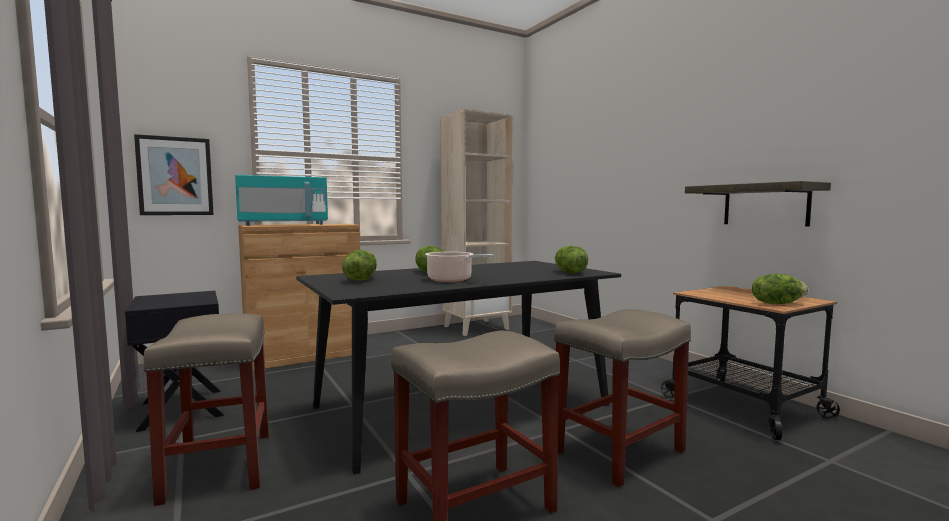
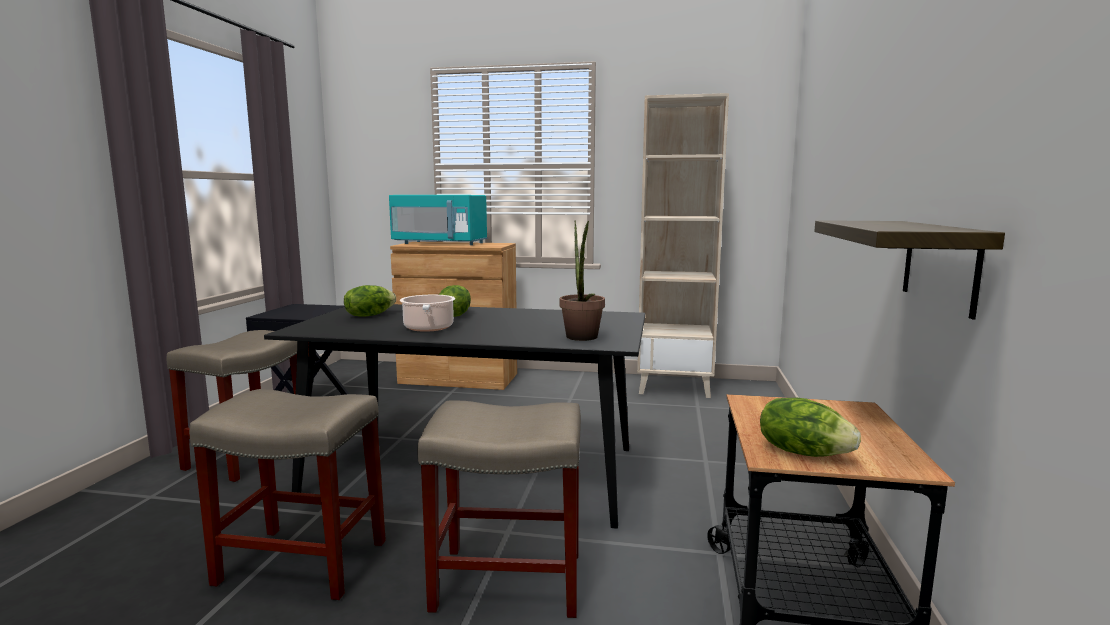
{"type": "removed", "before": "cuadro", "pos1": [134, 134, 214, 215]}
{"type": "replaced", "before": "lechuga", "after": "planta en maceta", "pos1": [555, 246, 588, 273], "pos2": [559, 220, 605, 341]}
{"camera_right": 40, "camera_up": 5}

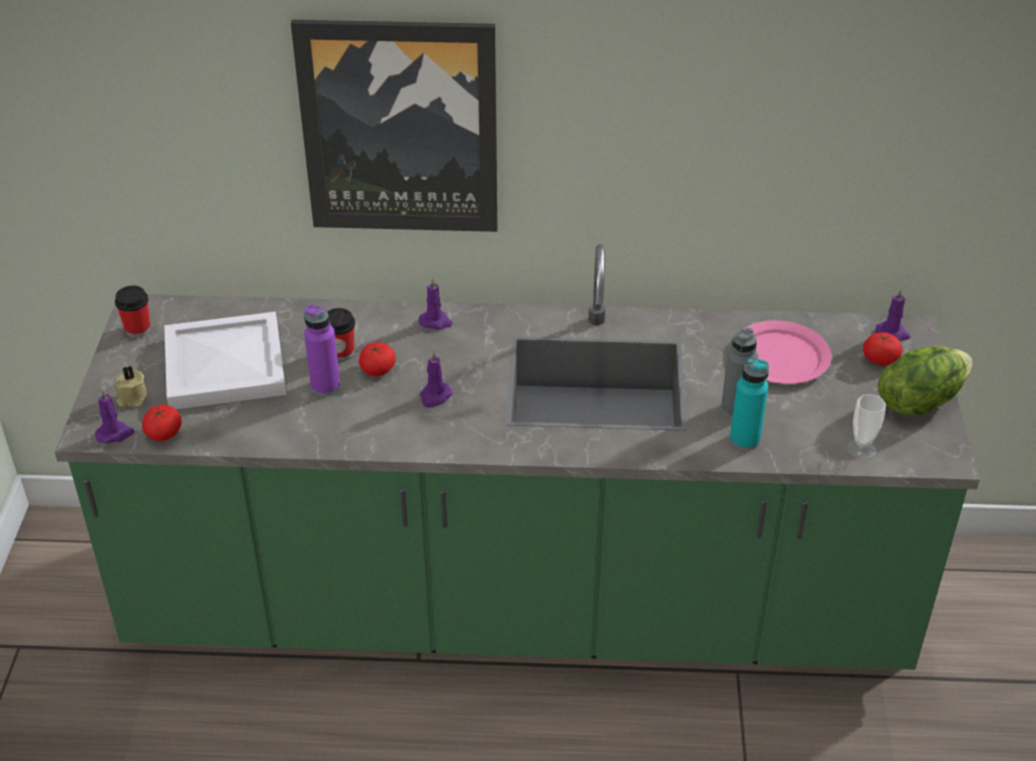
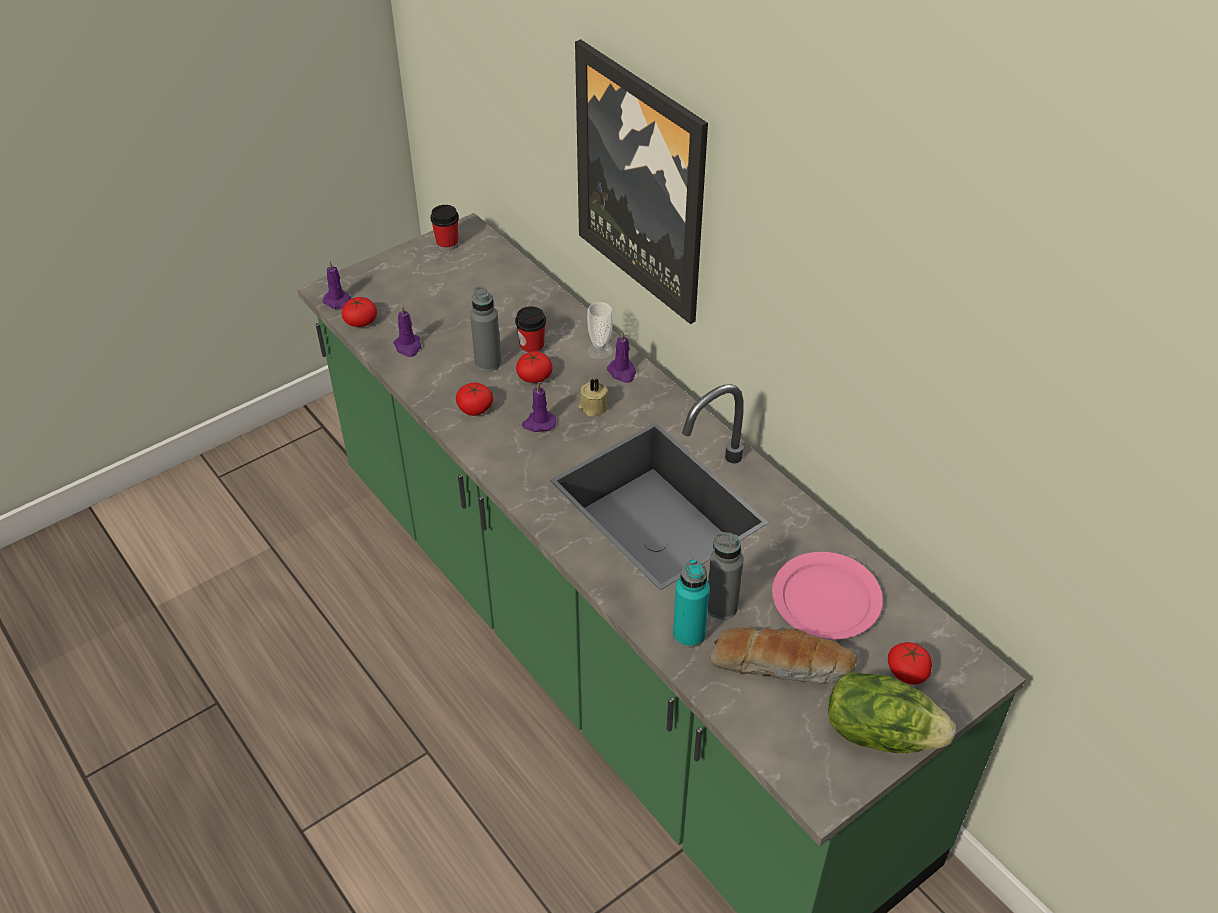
{"type": "removed", "before": "bandeja (blanco)", "pos1": [164, 312, 286, 409]}
{"type": "added", "after": "tomate", "pos2": [456, 382, 494, 416]}
{"type": "added", "after": "pan", "pos2": [710, 628, 857, 684]}
{"type": "moved", "before": "vela (beis)", "pos1": [115, 366, 148, 407], "pos2": [578, 378, 609, 417]}
{"type": "moved", "before": "taza", "pos1": [847, 394, 886, 459], "pos2": [587, 302, 613, 360]}
{"type": "moved", "before": "vela (morado)", "pos1": [875, 289, 910, 341], "pos2": [393, 306, 421, 357]}
{"type": "recoloured", "before": "botella (morado)", "after": "botella (gris)", "pos1": [304, 305, 340, 396], "pos2": [470, 286, 502, 372]}
{"camera_right": 50, "camera_up": 5}

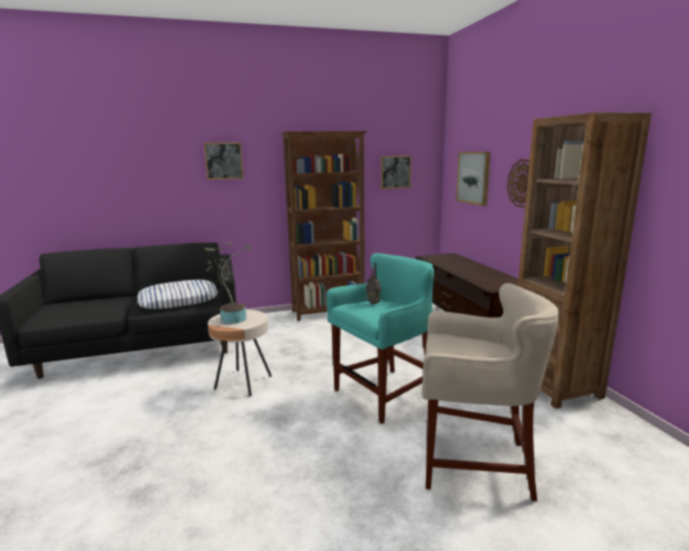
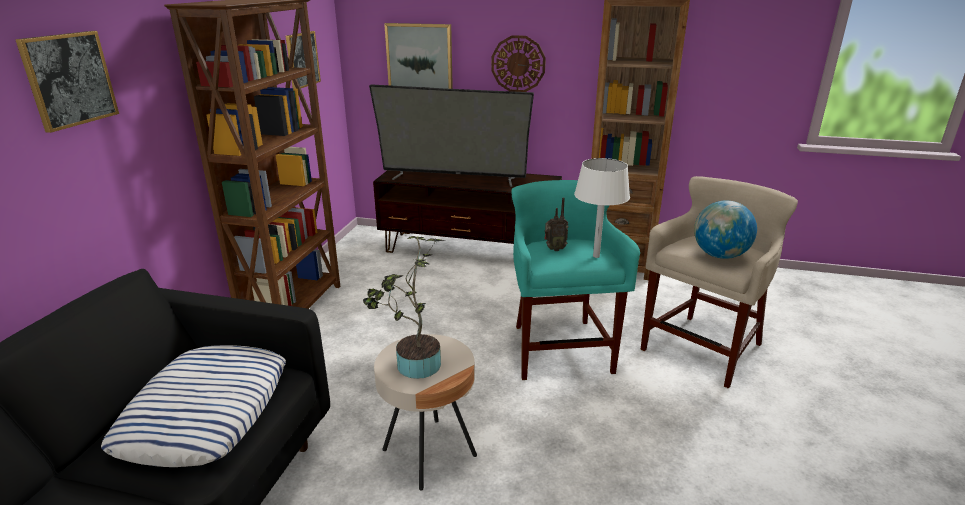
{"type": "added", "after": "televisor", "pos2": [369, 84, 534, 187]}
{"type": "added", "after": "lámpara de mesa (blanco)", "pos2": [574, 158, 630, 258]}
{"type": "added", "after": "globo terráqueo", "pos2": [694, 200, 757, 259]}
{"camera_right": -60, "camera_up": 10}

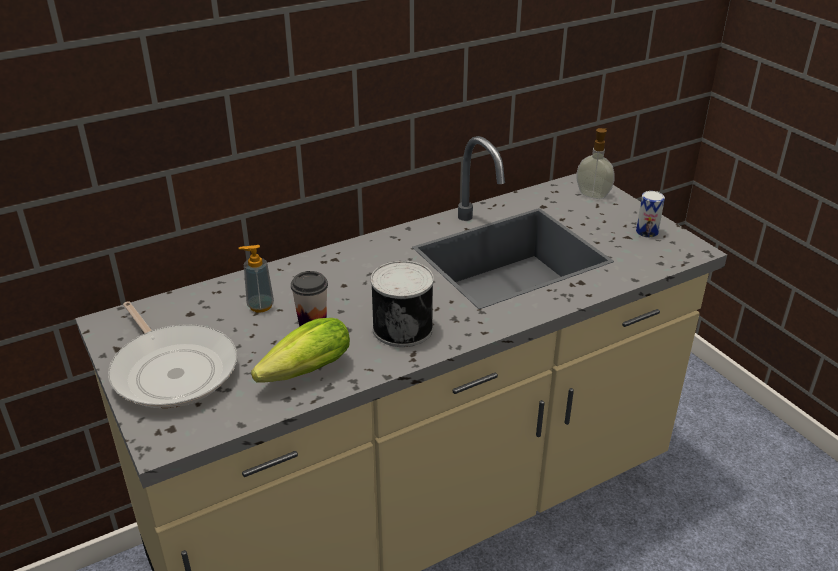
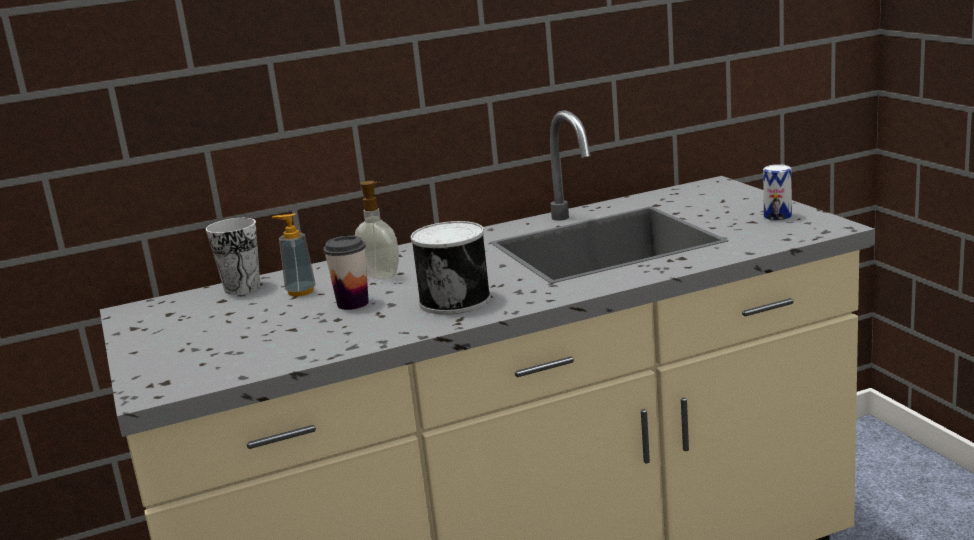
{"type": "removed", "before": "sartén", "pos1": [108, 301, 237, 408]}
{"type": "removed", "before": "lechuga", "pos1": [251, 318, 350, 383]}
{"type": "added", "after": "taza", "pos2": [206, 218, 260, 295]}
{"type": "moved", "before": "dispensador de jabón", "pos1": [576, 128, 615, 199], "pos2": [355, 181, 399, 280]}
{"camera_right": 10, "camera_up": -15}

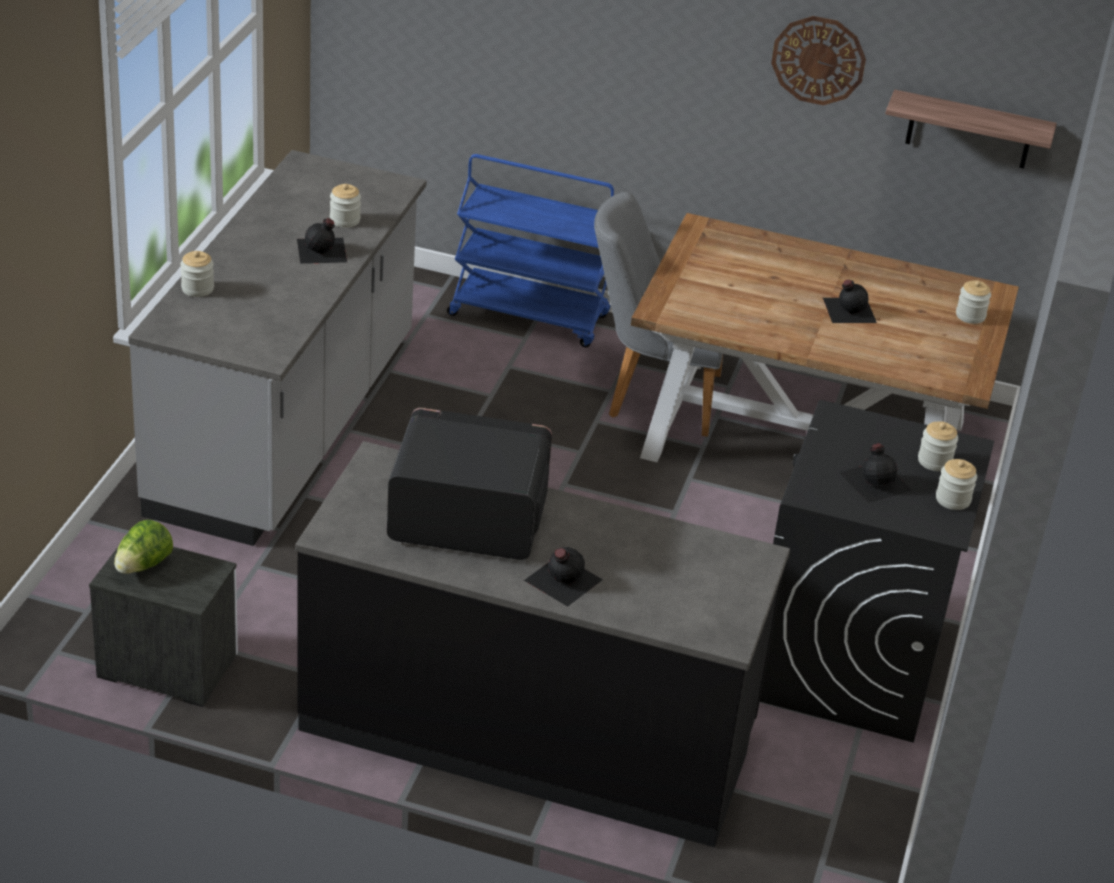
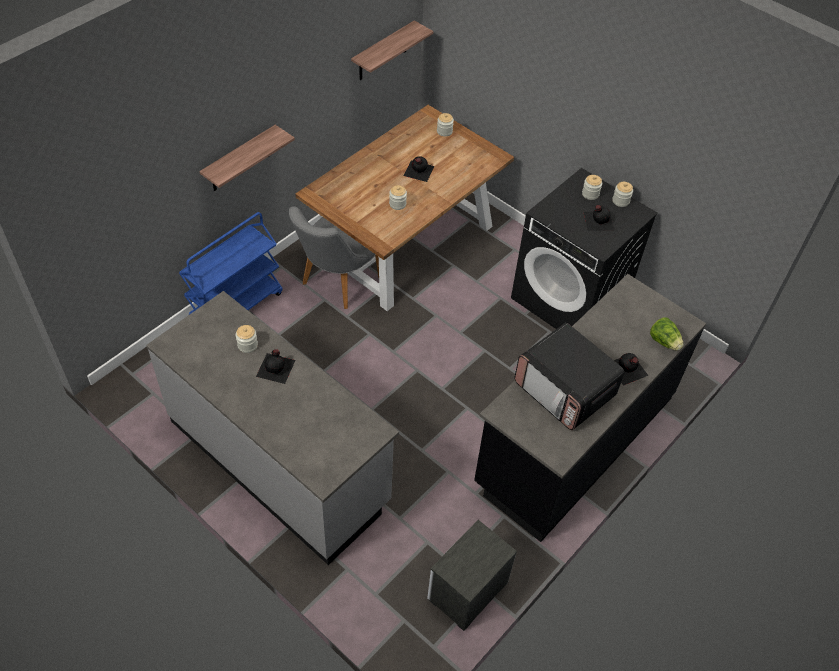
{"type": "removed", "before": "reloj de pared", "pos1": [771, 16, 866, 105]}
{"type": "added", "after": "estante", "pos2": [199, 125, 295, 191]}
{"type": "moved", "before": "lechuga", "pos1": [114, 520, 173, 574], "pos2": [650, 318, 684, 351]}
{"type": "moved", "before": "tarro", "pos1": [180, 251, 214, 297], "pos2": [389, 185, 407, 210]}
{"type": "turned", "before": "microondas", "pos1": [387, 408, 552, 560], "pos2": [514, 323, 625, 430], "turn": -75}
{"camera_right": -65, "camera_up": 15}

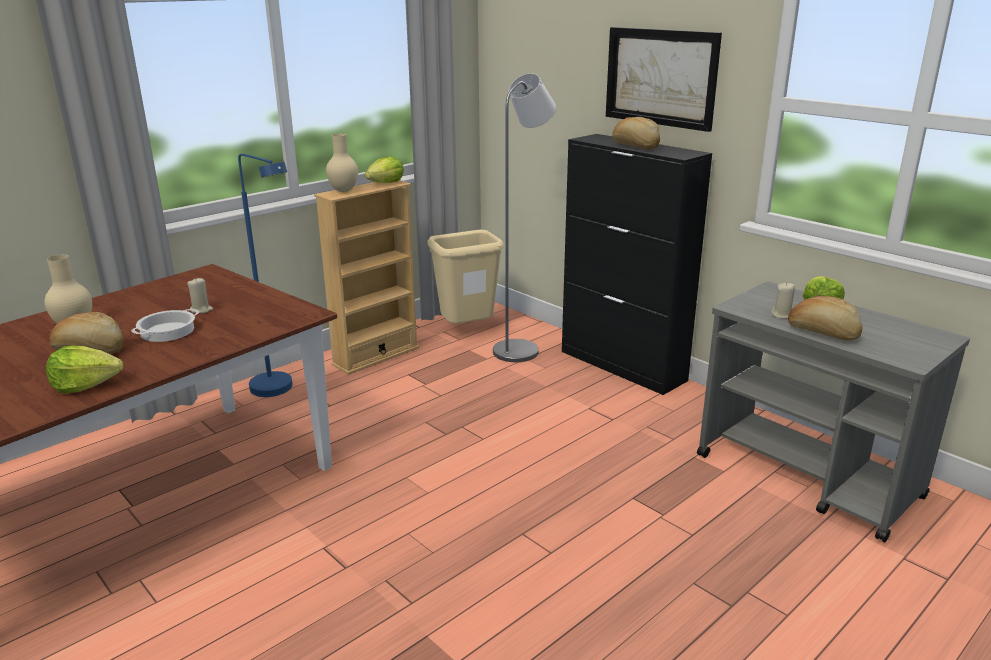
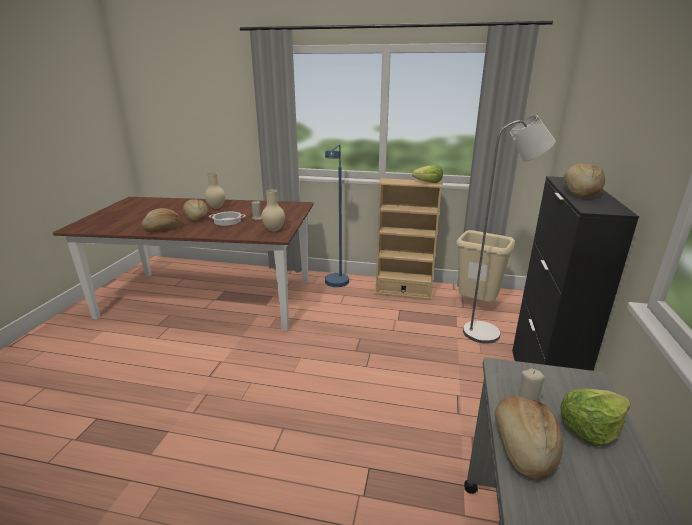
{"type": "removed", "before": "cuadro", "pos1": [606, 27, 722, 132]}
{"type": "moved", "before": "florero (beis)", "pos1": [326, 134, 358, 192], "pos2": [261, 189, 285, 231]}
{"type": "replaced", "before": "lechuga", "after": "pan", "pos1": [46, 346, 123, 393], "pos2": [142, 208, 181, 232]}
{"camera_right": 55, "camera_up": 0}

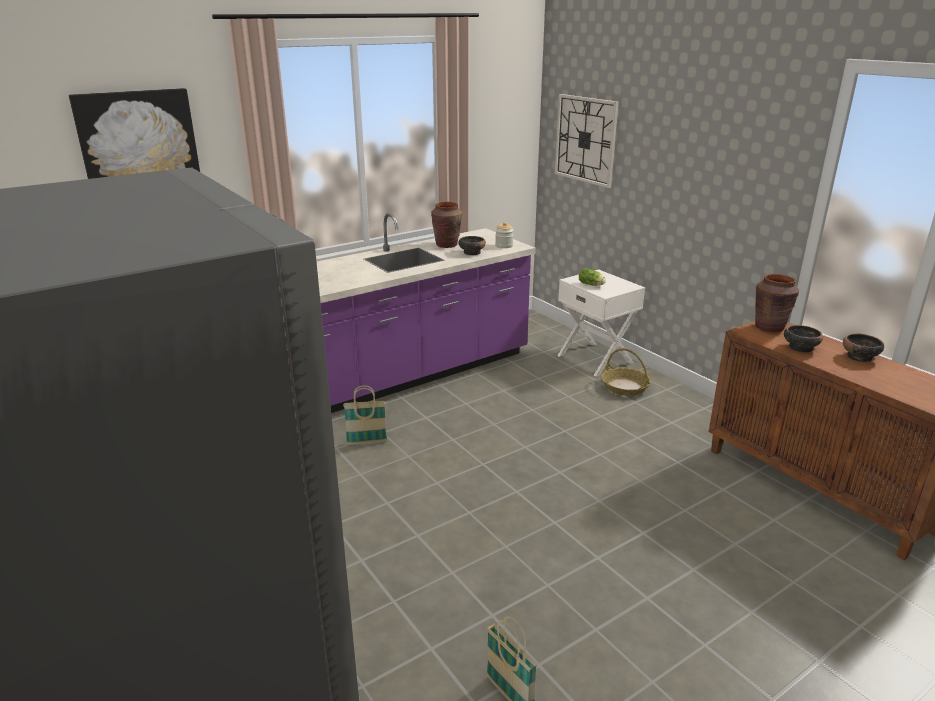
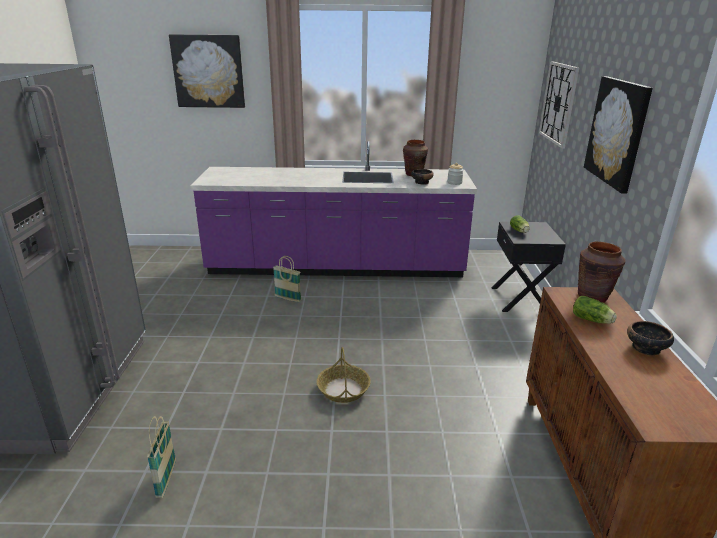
{"type": "added", "after": "cuadro", "pos2": [584, 76, 653, 194]}
{"type": "moved", "before": "cesta", "pos1": [601, 348, 651, 396], "pos2": [317, 347, 371, 403]}
{"type": "replaced", "before": "cuenco", "after": "lechuga", "pos1": [784, 325, 823, 353], "pos2": [573, 296, 617, 324]}
{"type": "recoloured", "before": "mesita de noche (blanco)", "after": "mesita de noche (negro)", "pos1": [558, 269, 645, 377], "pos2": [492, 222, 566, 312]}
{"camera_right": 35, "camera_up": 0}

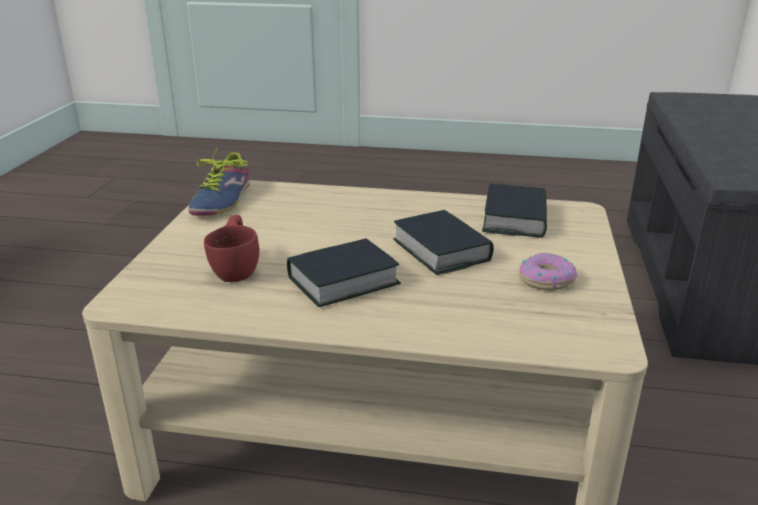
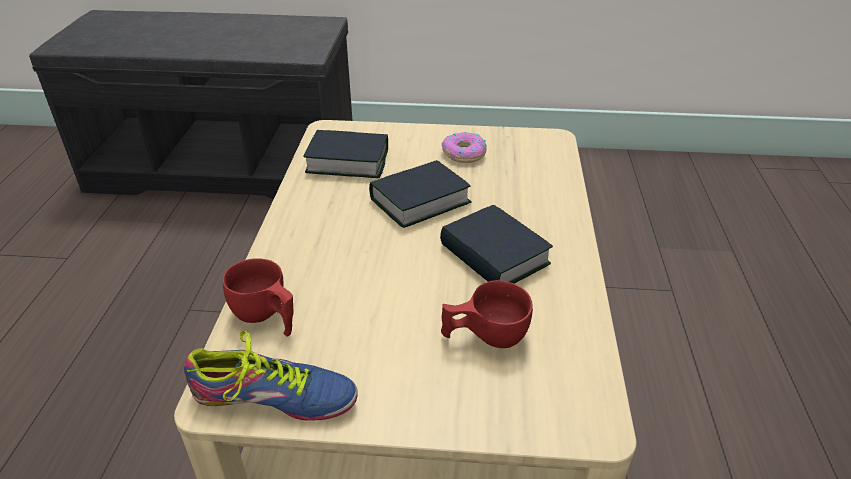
{"type": "added", "after": "taza (rojo)", "pos2": [223, 258, 294, 336]}
{"camera_right": -95, "camera_up": 10}

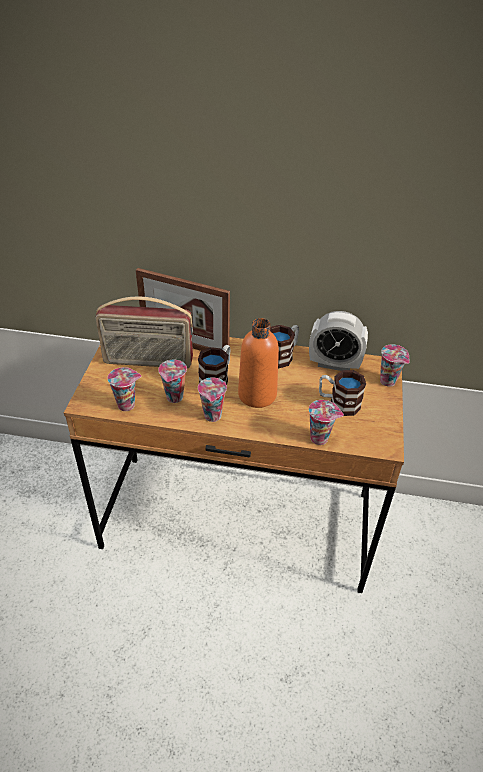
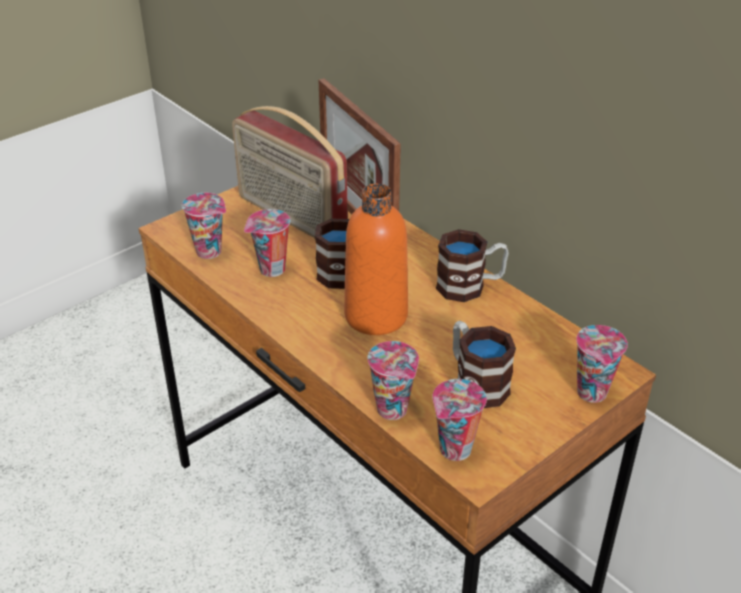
{"type": "removed", "before": "despertador", "pos1": [309, 311, 368, 371]}
{"type": "moved", "before": "taza", "pos1": [198, 377, 227, 422], "pos2": [432, 379, 487, 461]}
{"camera_right": 40, "camera_up": -5}

